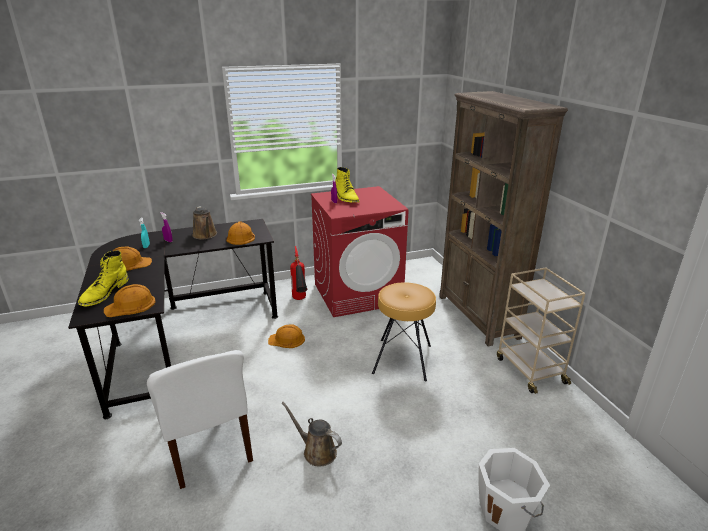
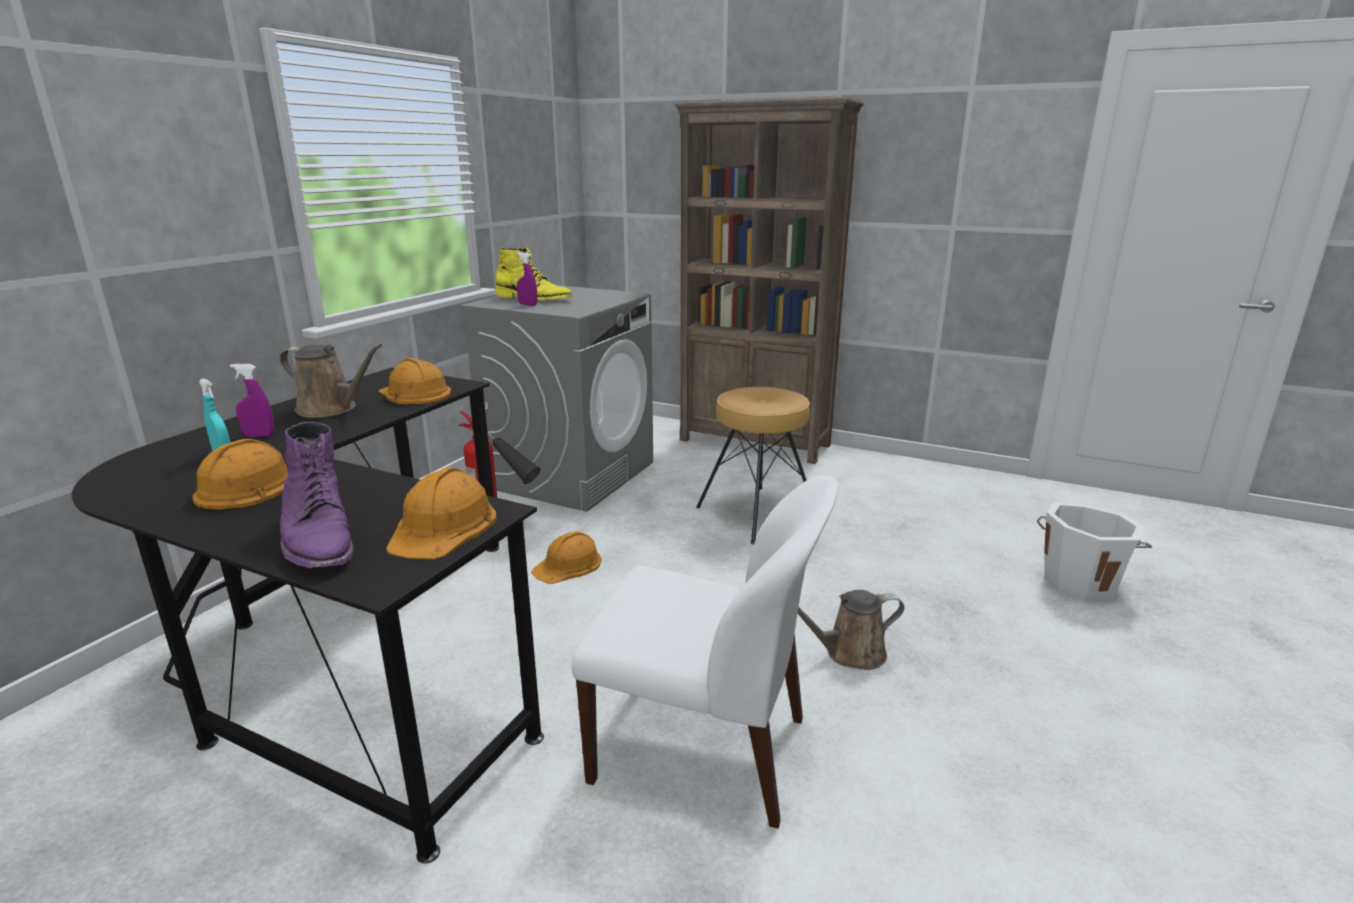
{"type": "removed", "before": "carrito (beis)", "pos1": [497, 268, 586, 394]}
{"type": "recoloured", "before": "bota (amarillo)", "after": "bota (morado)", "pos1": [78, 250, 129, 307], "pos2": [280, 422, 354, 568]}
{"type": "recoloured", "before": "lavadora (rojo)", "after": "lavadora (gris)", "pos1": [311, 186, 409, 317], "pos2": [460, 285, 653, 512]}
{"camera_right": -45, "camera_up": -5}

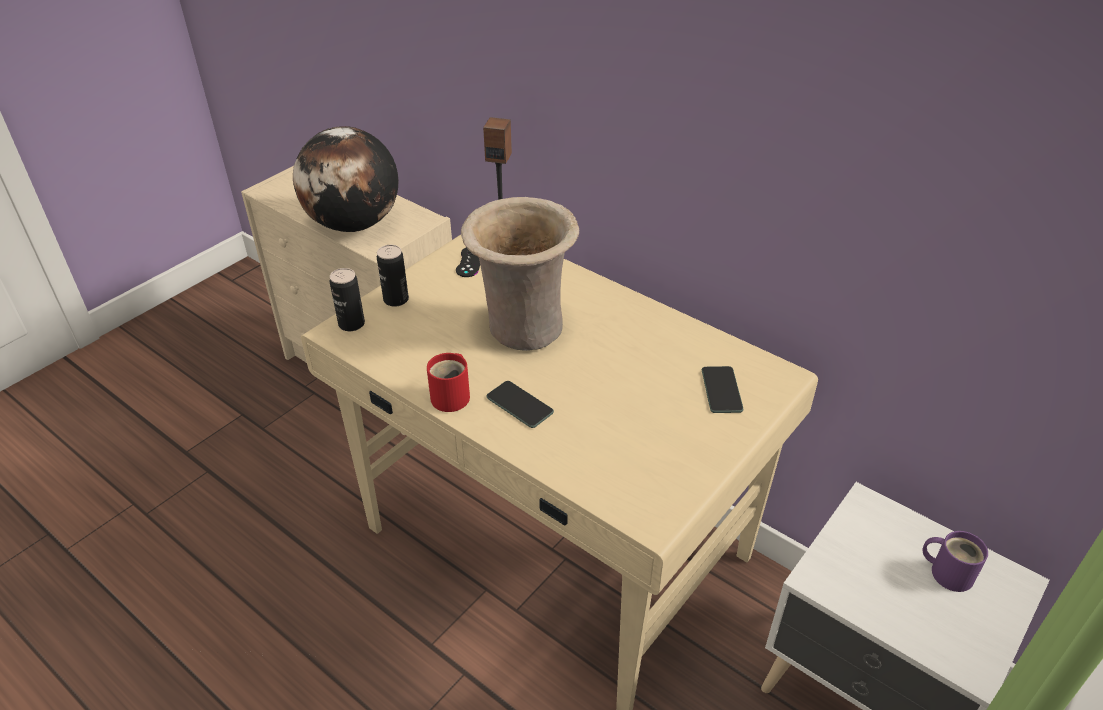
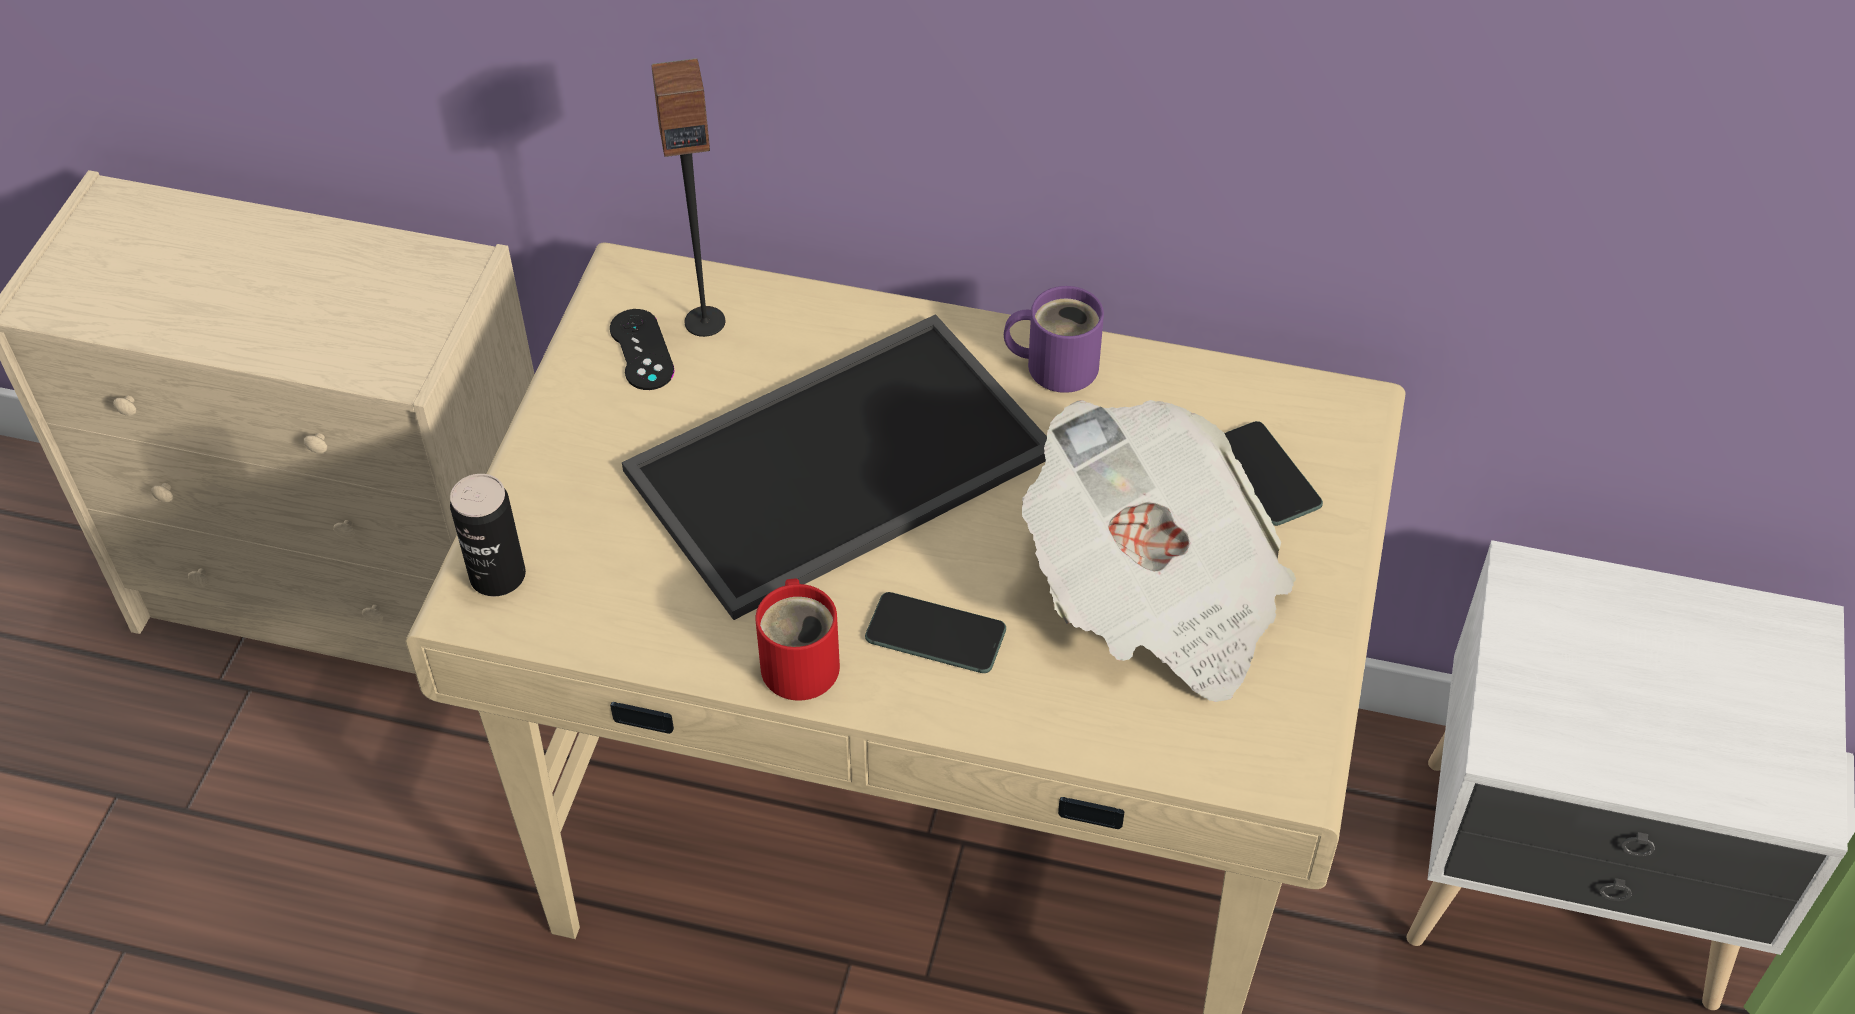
{"type": "removed", "before": "globo terráqueo", "pos1": [293, 126, 399, 232]}
{"type": "removed", "before": "lata", "pos1": [377, 245, 409, 307]}
{"type": "added", "after": "periódico", "pos2": [1022, 400, 1296, 702]}
{"type": "moved", "before": "taza grande (morado)", "pos1": [923, 531, 988, 592], "pos2": [1004, 286, 1104, 393]}
{"type": "replaced", "before": "florero (beis)", "after": "bandeja", "pos1": [461, 197, 579, 351], "pos2": [622, 314, 1047, 620]}
{"camera_right": -25, "camera_up": 10}

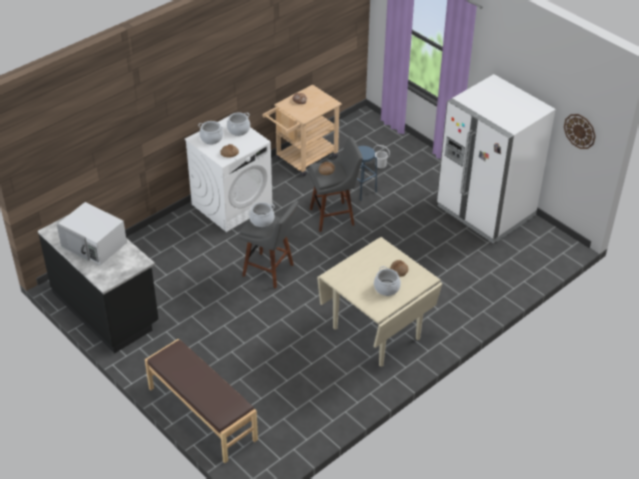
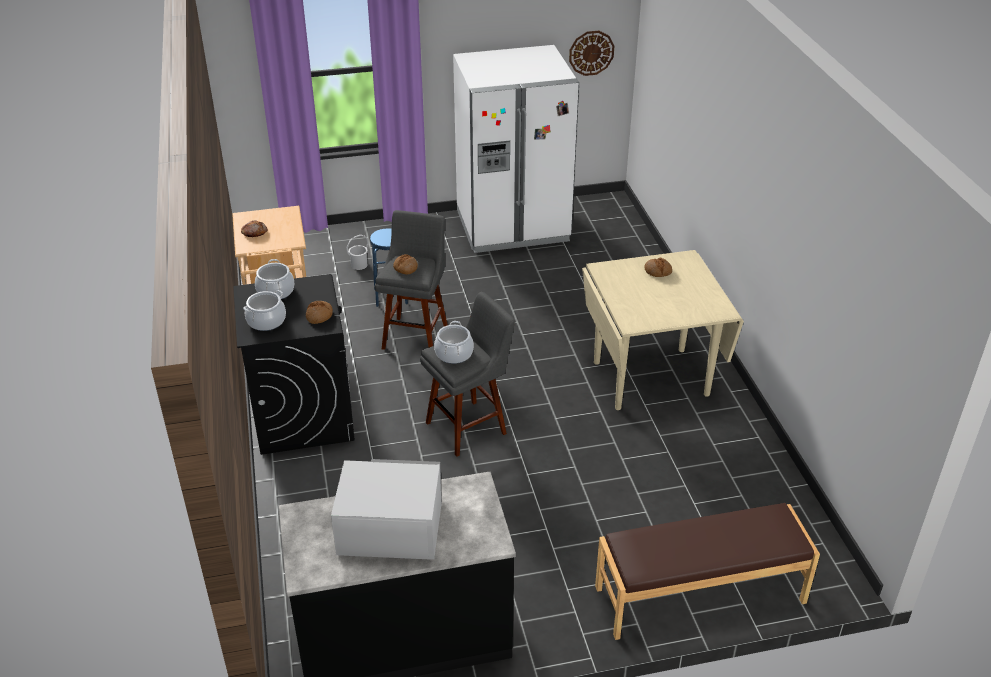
{"type": "removed", "before": "olla", "pos1": [374, 266, 401, 296]}
{"type": "recoloured", "before": "lavadora (blanco)", "after": "lavadora (negro)", "pos1": [185, 116, 272, 232], "pos2": [233, 274, 355, 455]}
{"type": "turned", "before": "microondas (blanco)", "pos1": [57, 202, 127, 265], "pos2": [331, 459, 442, 560], "turn": -150}
{"camera_right": -60, "camera_up": -5}

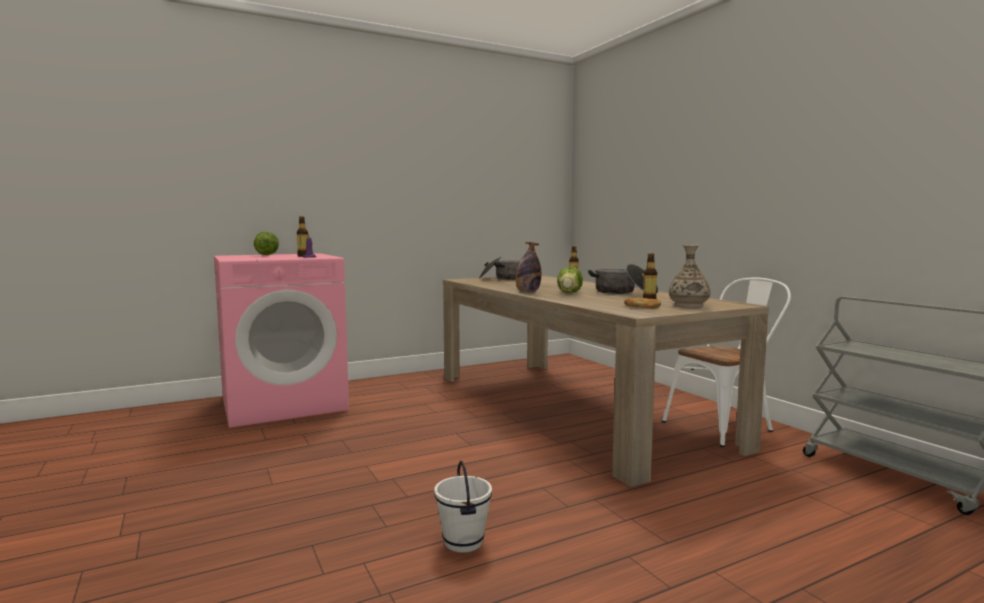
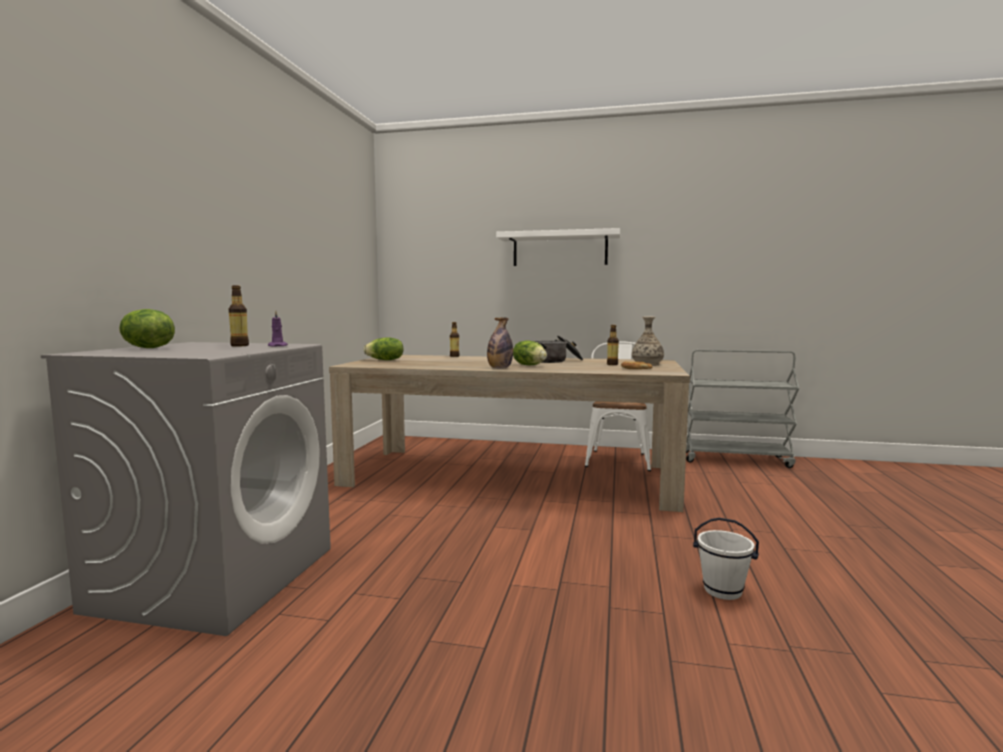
{"type": "added", "after": "estante (blanco)", "pos2": [496, 228, 620, 266]}
{"type": "replaced", "before": "olla", "after": "lechuga", "pos1": [479, 257, 520, 280], "pos2": [363, 337, 404, 360]}
{"type": "recoloured", "before": "lavadora (rosa)", "after": "lavadora (gris)", "pos1": [214, 254, 349, 428], "pos2": [41, 342, 331, 636]}
{"camera_right": -50, "camera_up": 0}

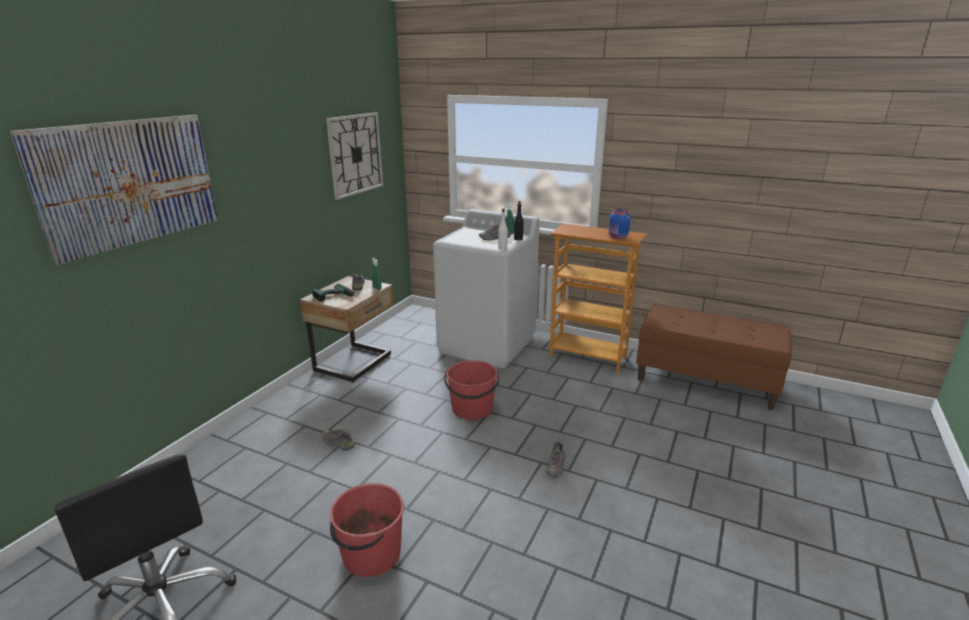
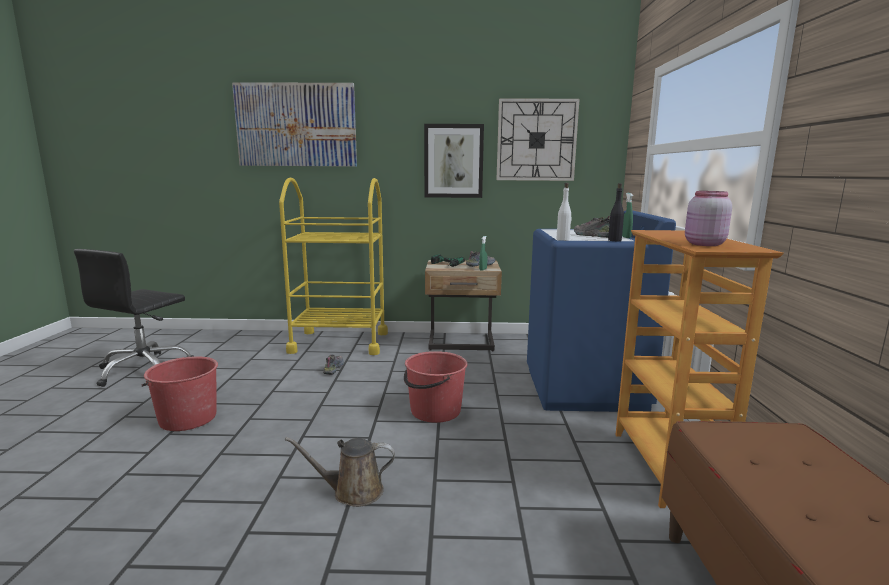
{"type": "added", "after": "carrito (amarillo)", "pos2": [279, 177, 388, 355]}
{"type": "added", "after": "cuadro", "pos2": [424, 124, 484, 198]}
{"type": "replaced", "before": "zapato", "after": "regadera (marrón)", "pos1": [546, 441, 565, 477], "pos2": [285, 437, 395, 507]}
{"type": "recoloured", "before": "lavadora (blanco)", "after": "lavadora (azul)", "pos1": [433, 209, 539, 368], "pos2": [527, 210, 676, 412]}
{"type": "recoloured", "before": "tarro (azul)", "after": "tarro (rosa)", "pos1": [608, 209, 630, 239], "pos2": [685, 191, 732, 246]}
{"camera_right": 65, "camera_up": -10}

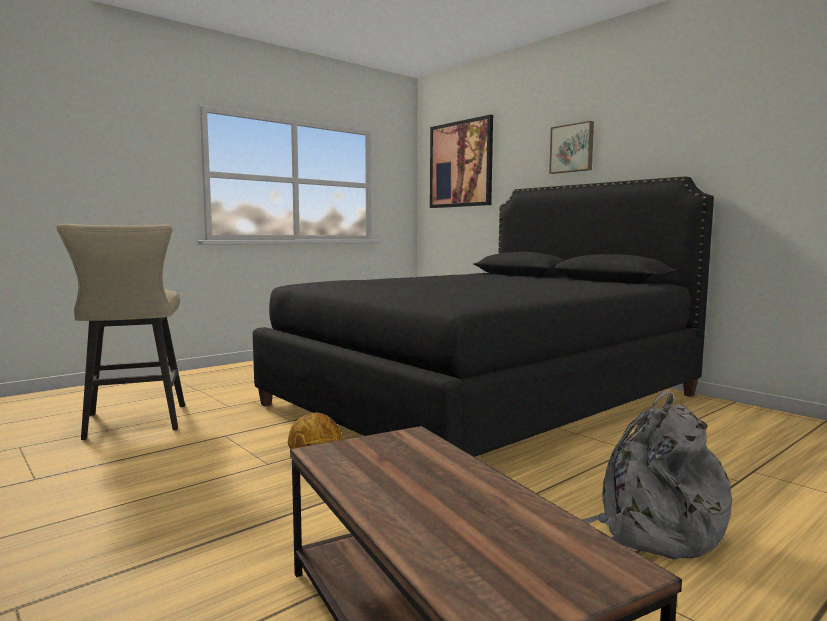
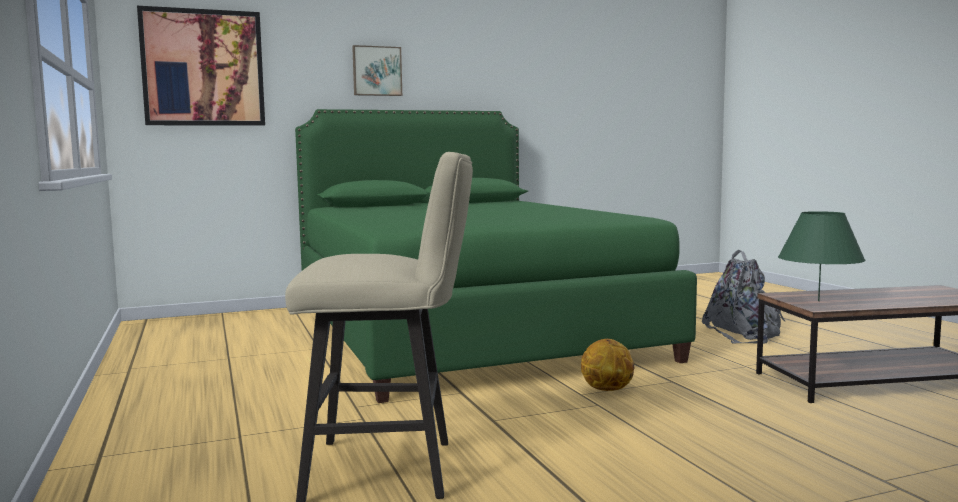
{"type": "added", "after": "lámpara de mesa (verde)", "pos2": [778, 211, 865, 301]}
{"type": "recoloured", "before": "cama (negro)", "after": "cama (verde)", "pos1": [253, 176, 714, 457], "pos2": [295, 109, 697, 403]}
{"camera_right": -70, "camera_up": 0}

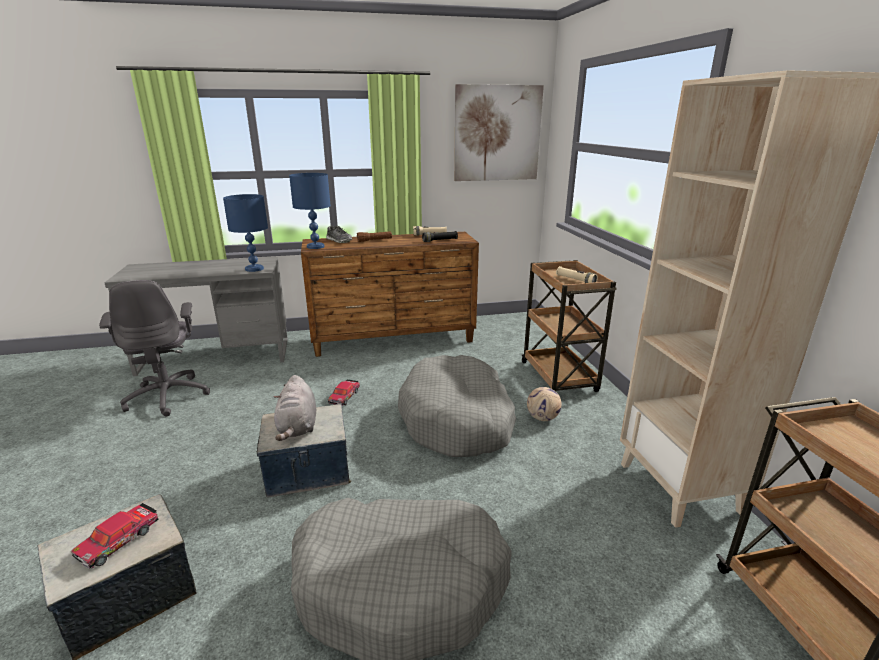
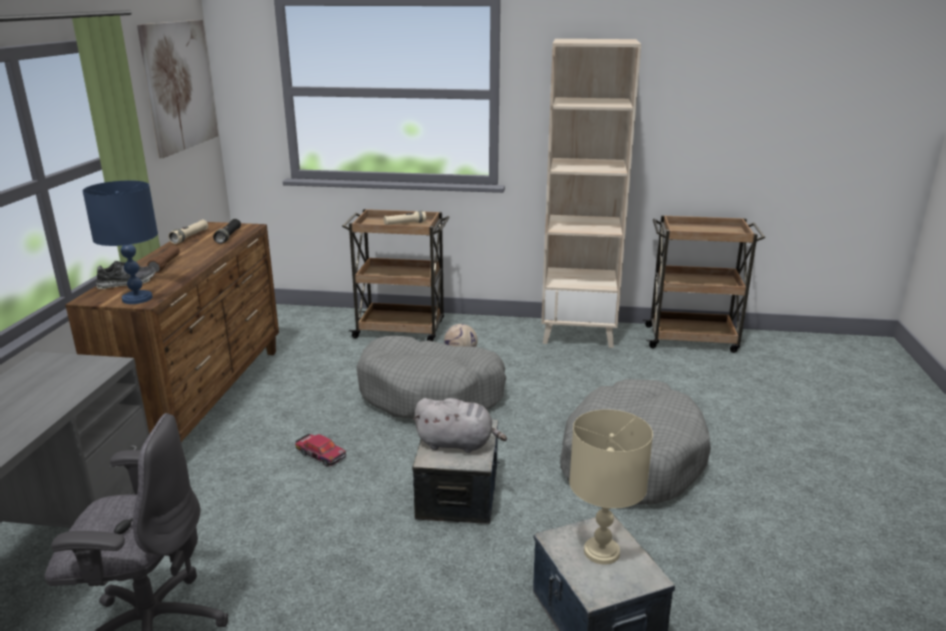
{"type": "removed", "before": "lámpara de mesa (azul)", "pos1": [223, 194, 268, 272]}
{"type": "replaced", "before": "coche de juguete", "after": "lámpara de mesa (beis)", "pos1": [71, 503, 158, 569], "pos2": [569, 409, 653, 565]}
{"camera_right": -70, "camera_up": 0}

